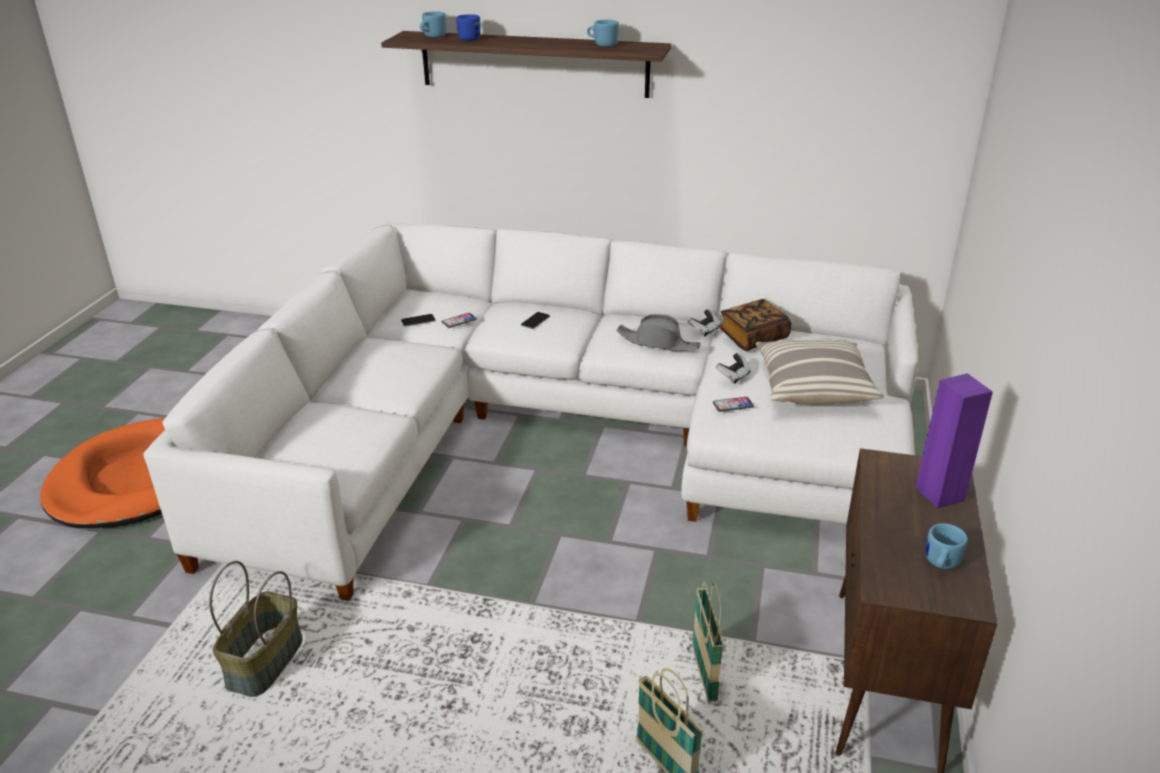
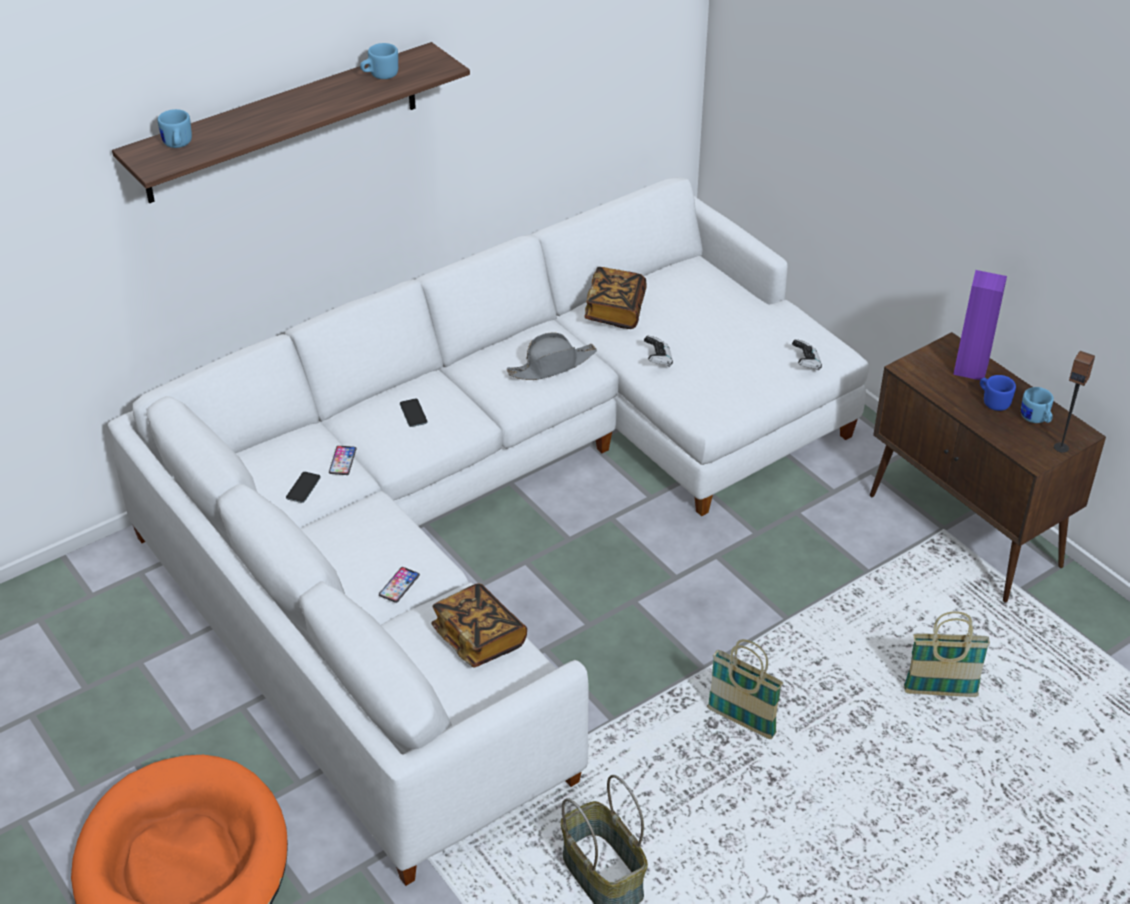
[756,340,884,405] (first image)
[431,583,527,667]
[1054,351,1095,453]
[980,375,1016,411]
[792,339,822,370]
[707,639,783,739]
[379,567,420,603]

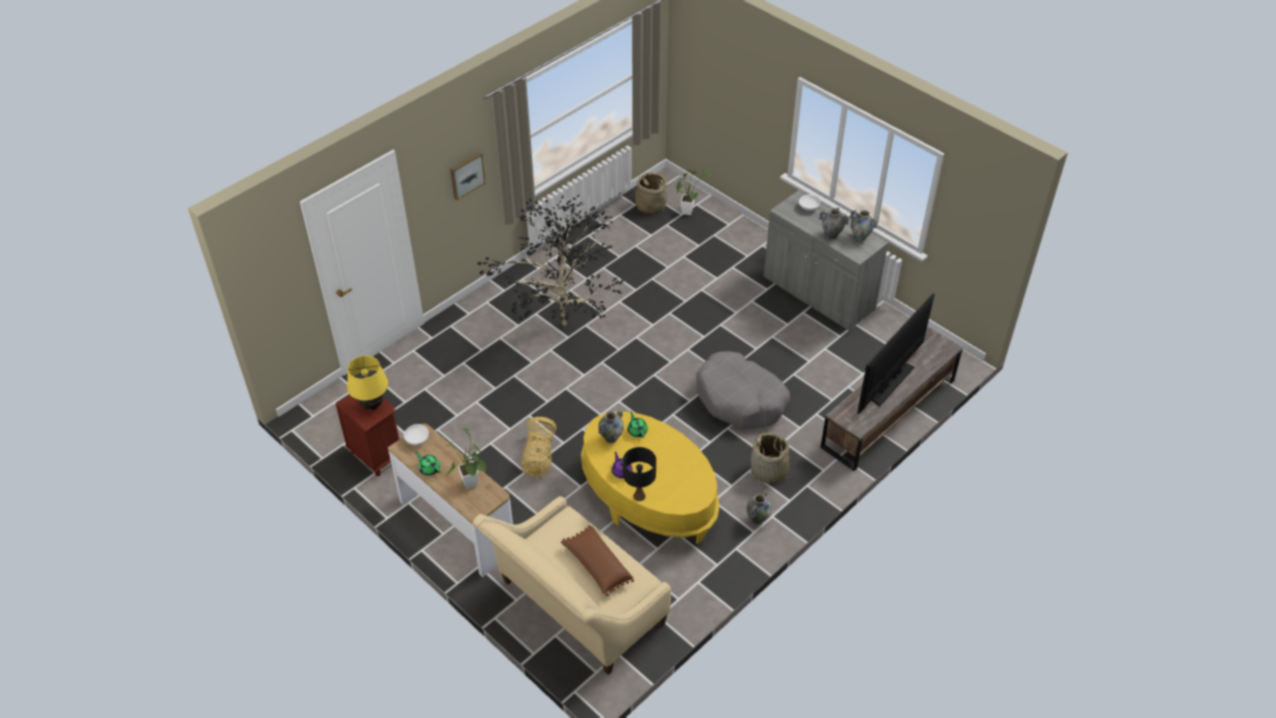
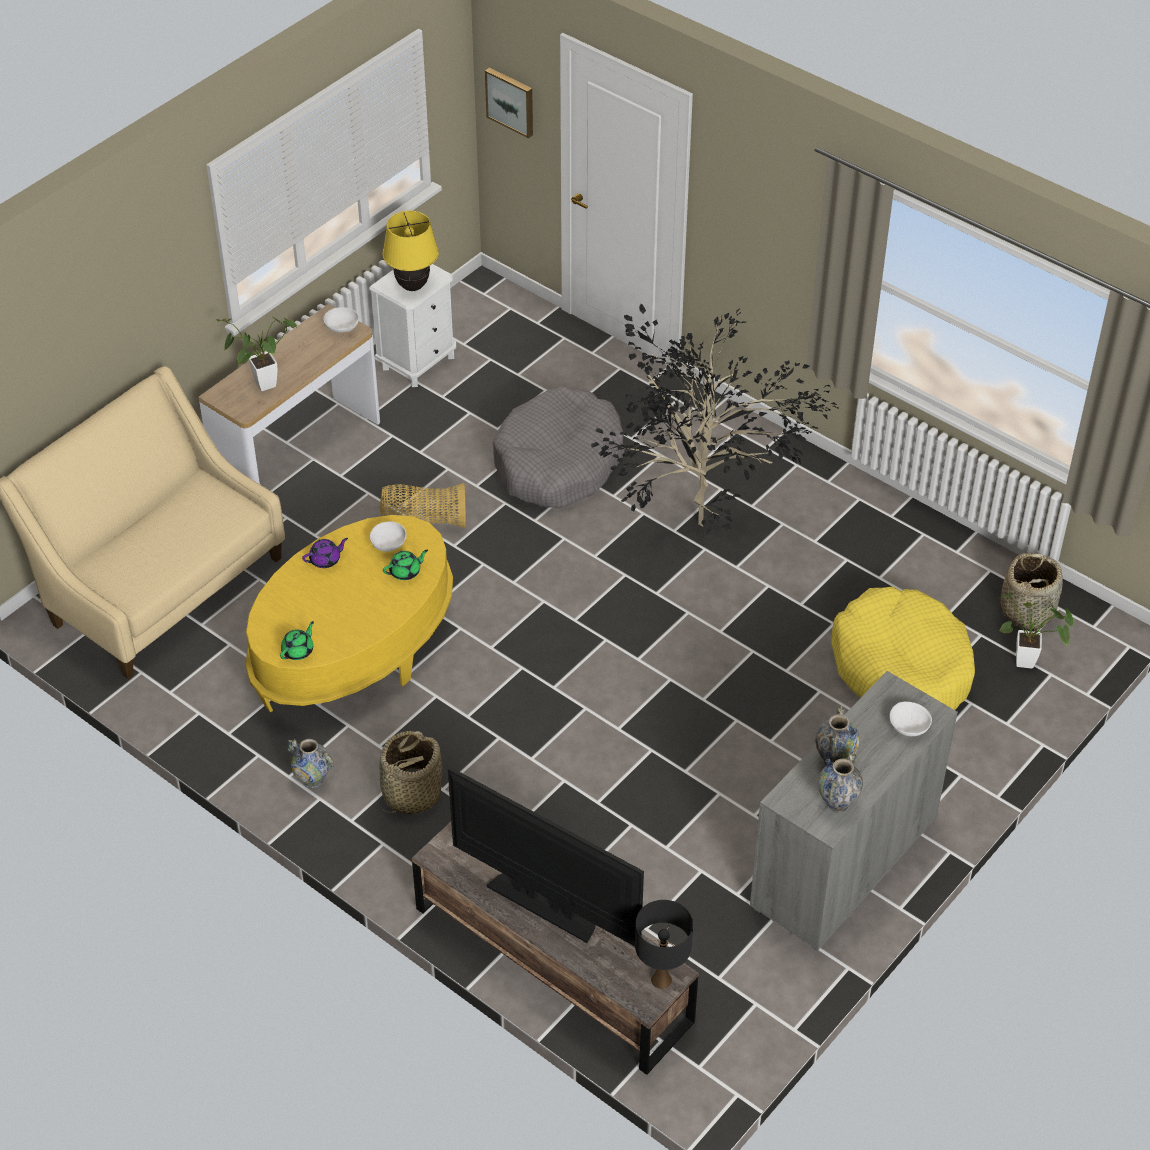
[561,525,634,596] (first image)
[831,587,975,710]
[280,621,314,660]
[485,67,533,138]
[635,900,693,989]
[493,386,625,508]
[370,521,407,552]
[369,264,456,387]

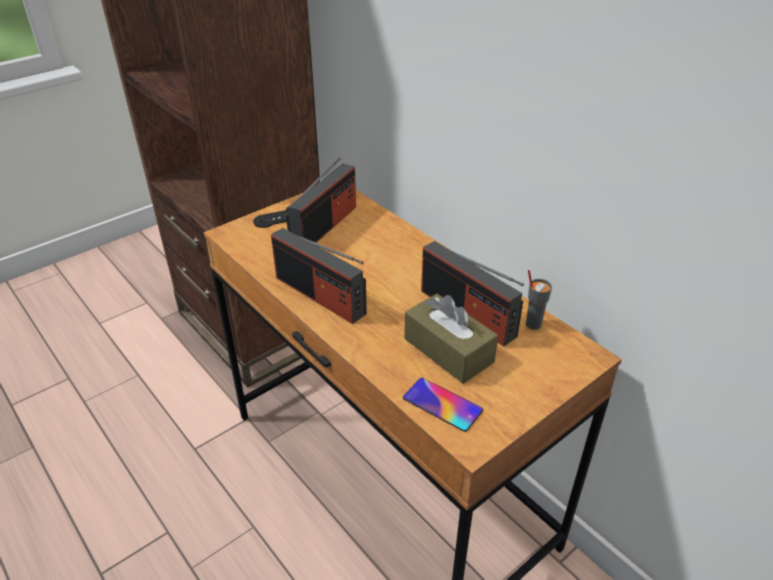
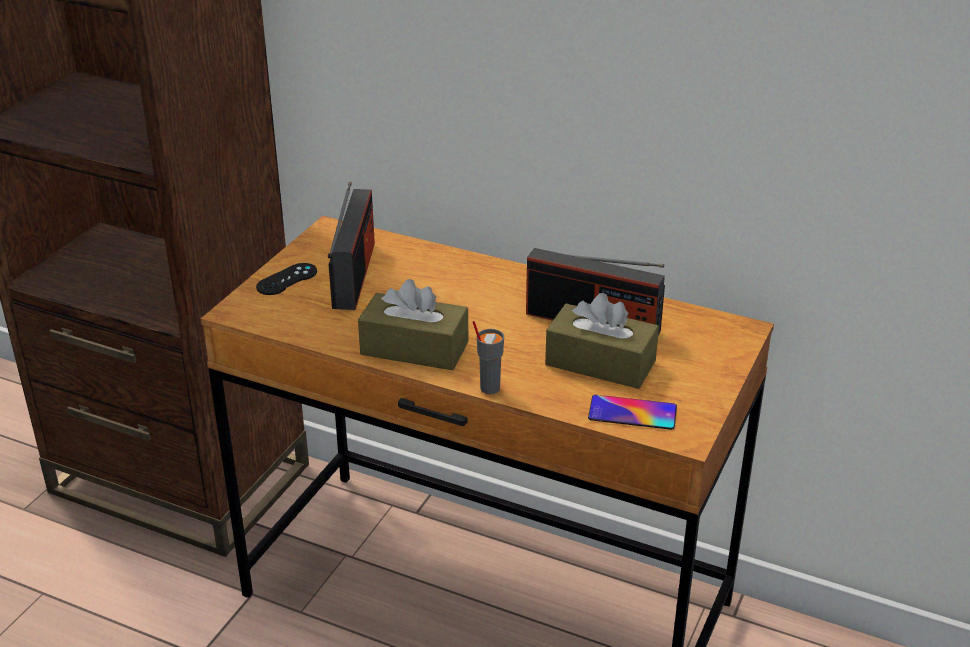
[472,321,504,394]
[358,279,468,370]

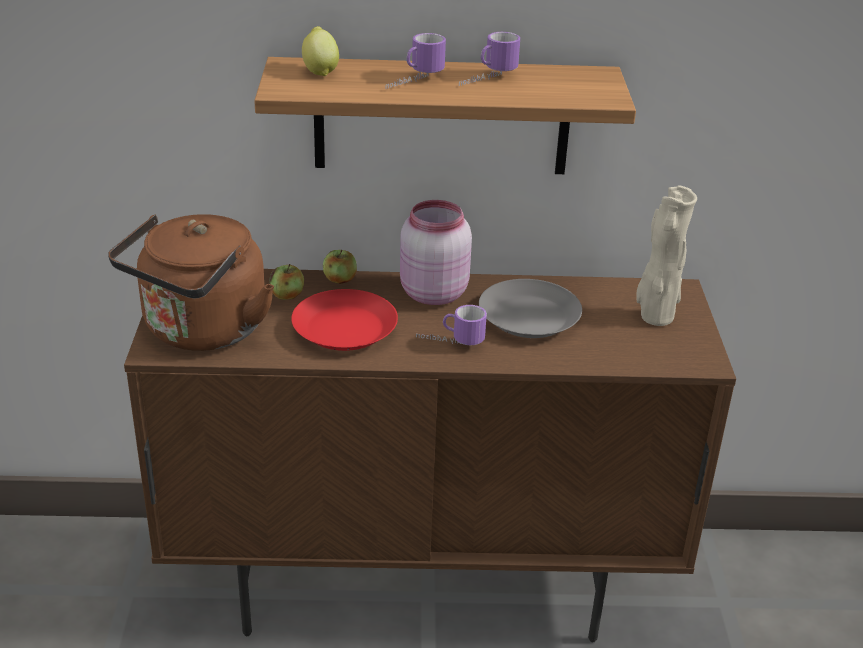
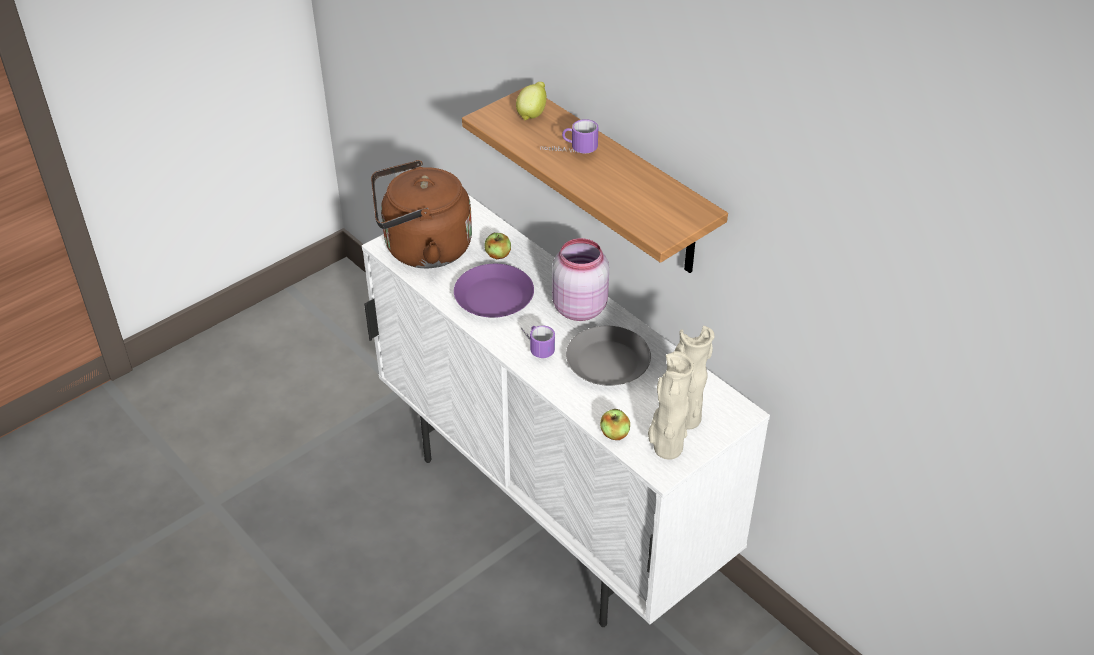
[459,32,520,86] (first image)
[648,351,694,460]
[600,409,630,440]
[362,195,770,627]
[454,264,534,318]

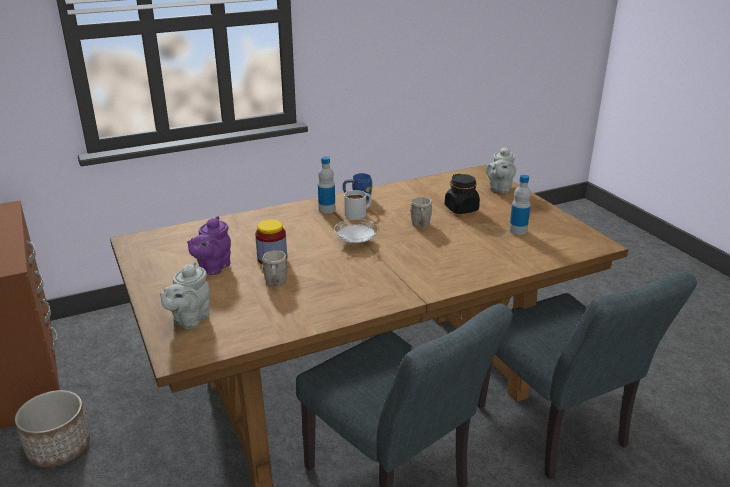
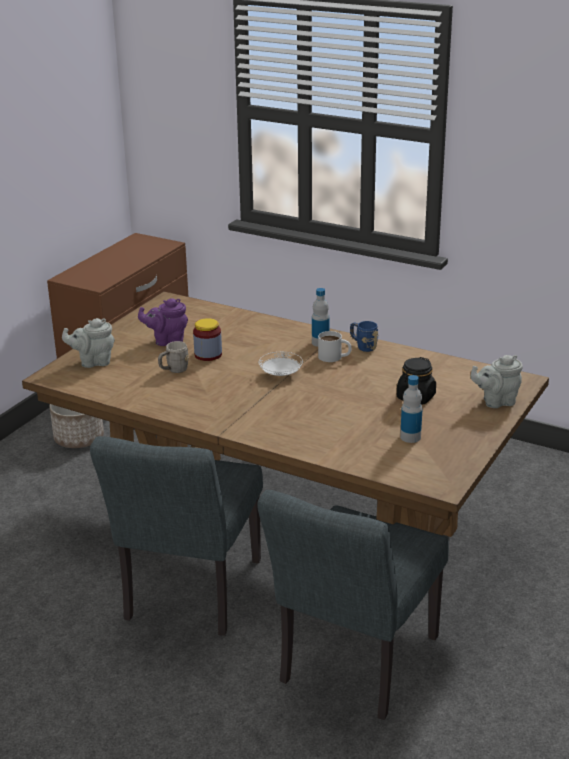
[410,197,432,227] (first image)

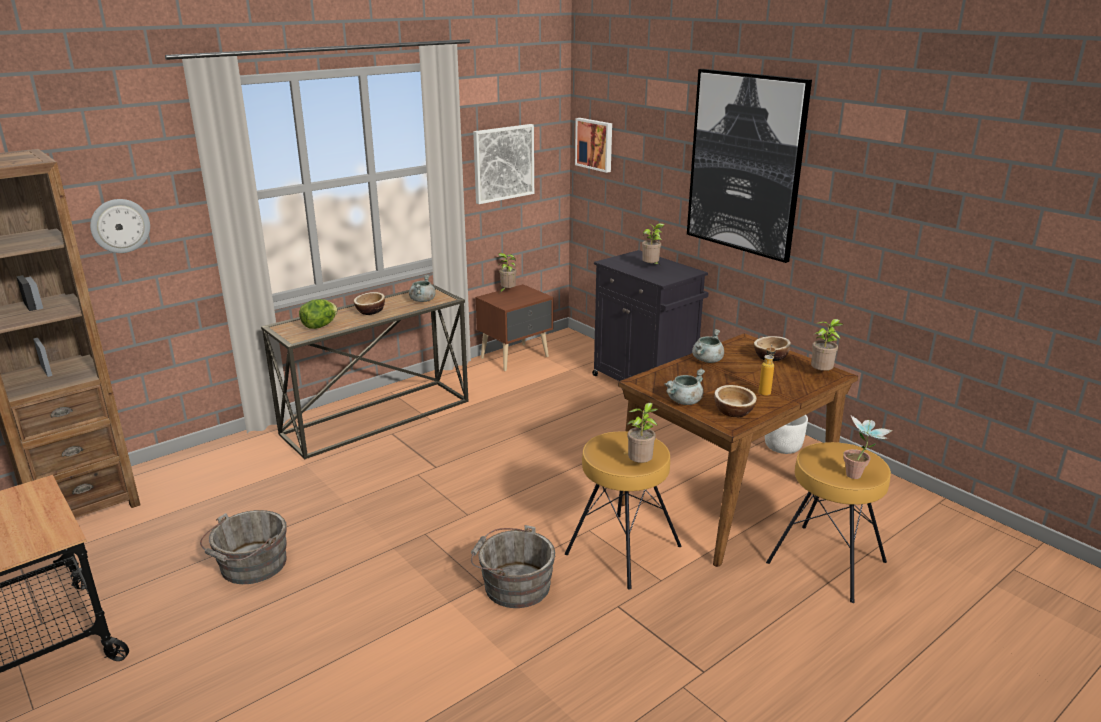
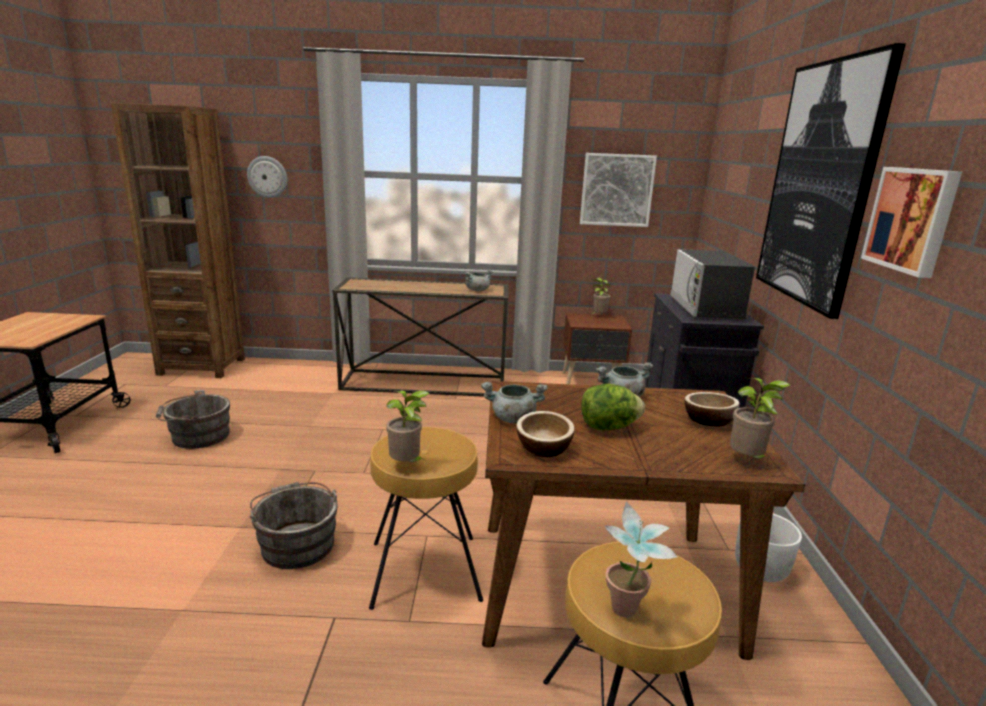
[353,292,385,315] (first image)
[759,344,776,396] (first image)
[581,384,645,431]
[861,167,962,278]
[670,249,755,319]

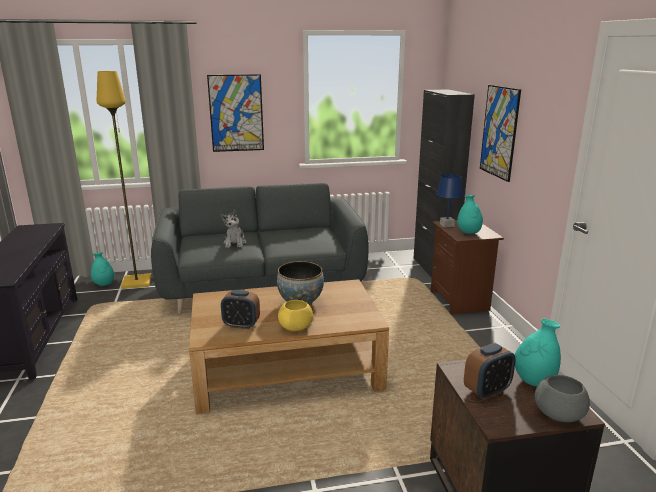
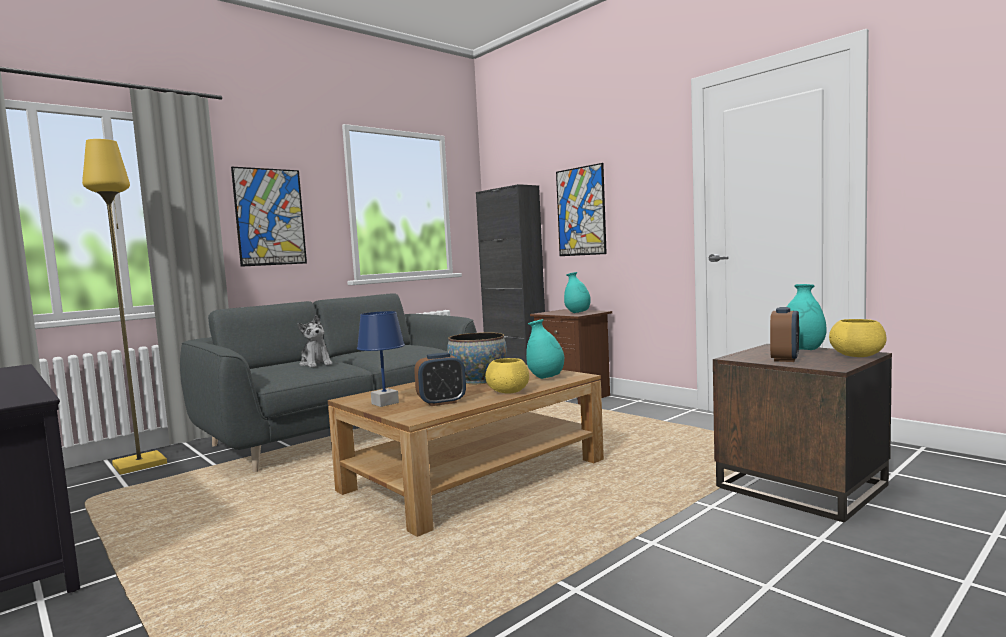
[526,319,564,379]
[357,311,405,407]
[829,319,887,357]

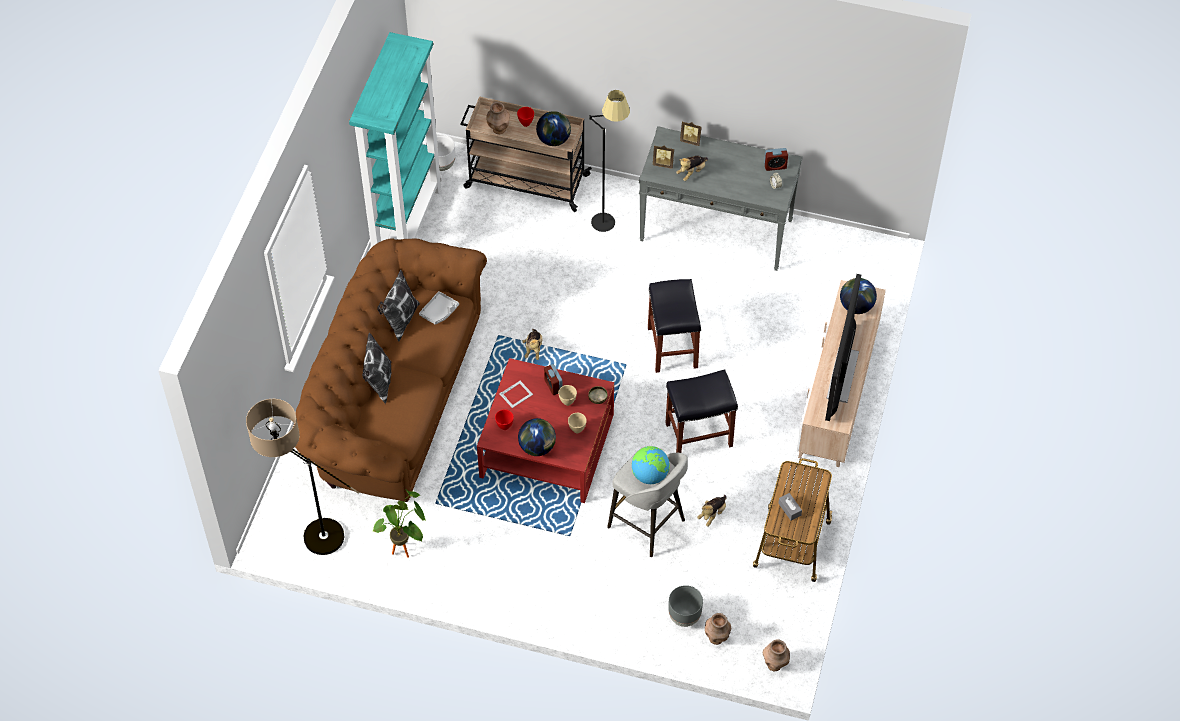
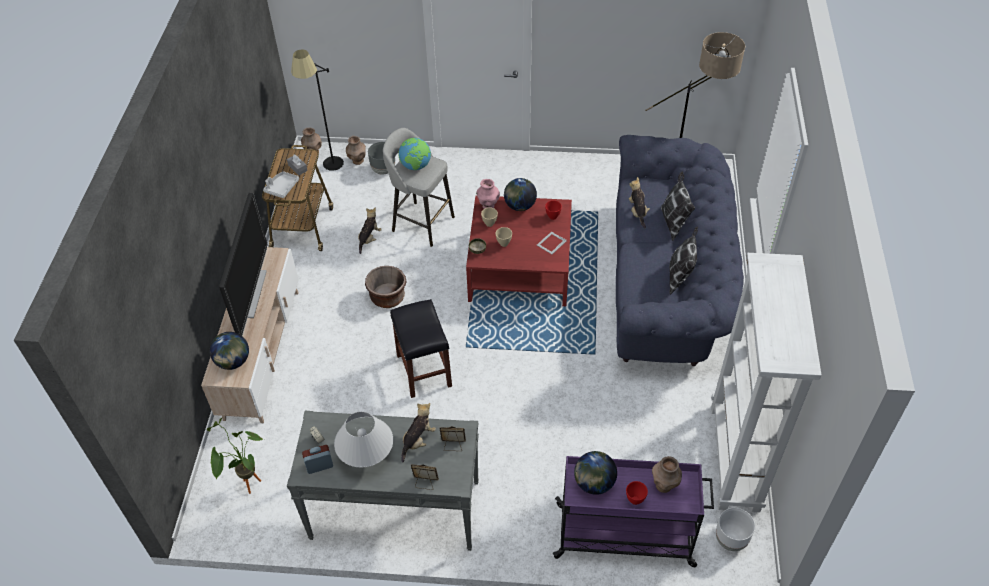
[544,364,562,395] (first image)
[334,411,393,468]
[476,179,500,209]
[207,417,264,494]
[263,171,299,198]
[629,177,650,228]
[291,49,344,171]
[365,266,406,308]
[616,135,744,366]
[711,253,821,512]
[553,456,714,567]

